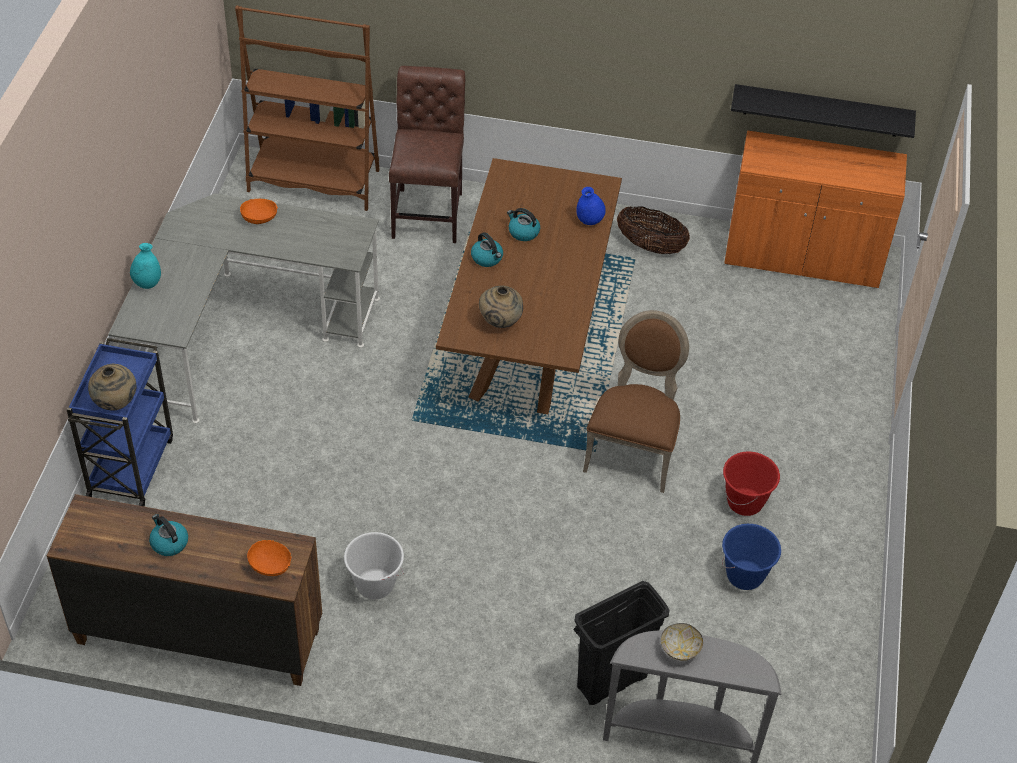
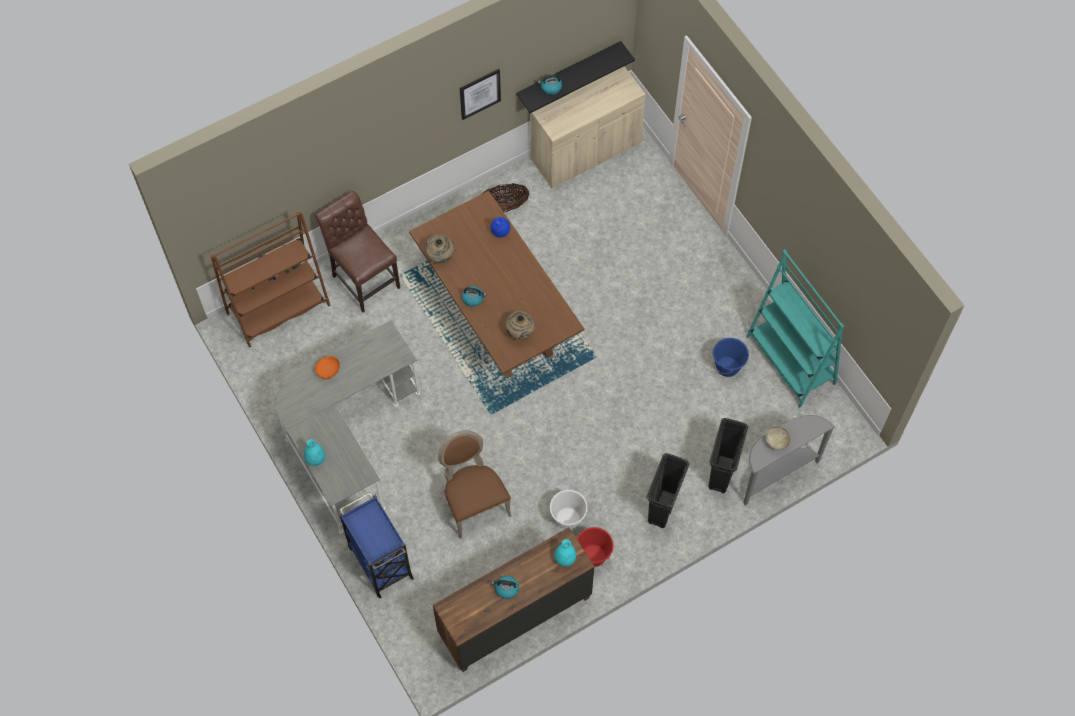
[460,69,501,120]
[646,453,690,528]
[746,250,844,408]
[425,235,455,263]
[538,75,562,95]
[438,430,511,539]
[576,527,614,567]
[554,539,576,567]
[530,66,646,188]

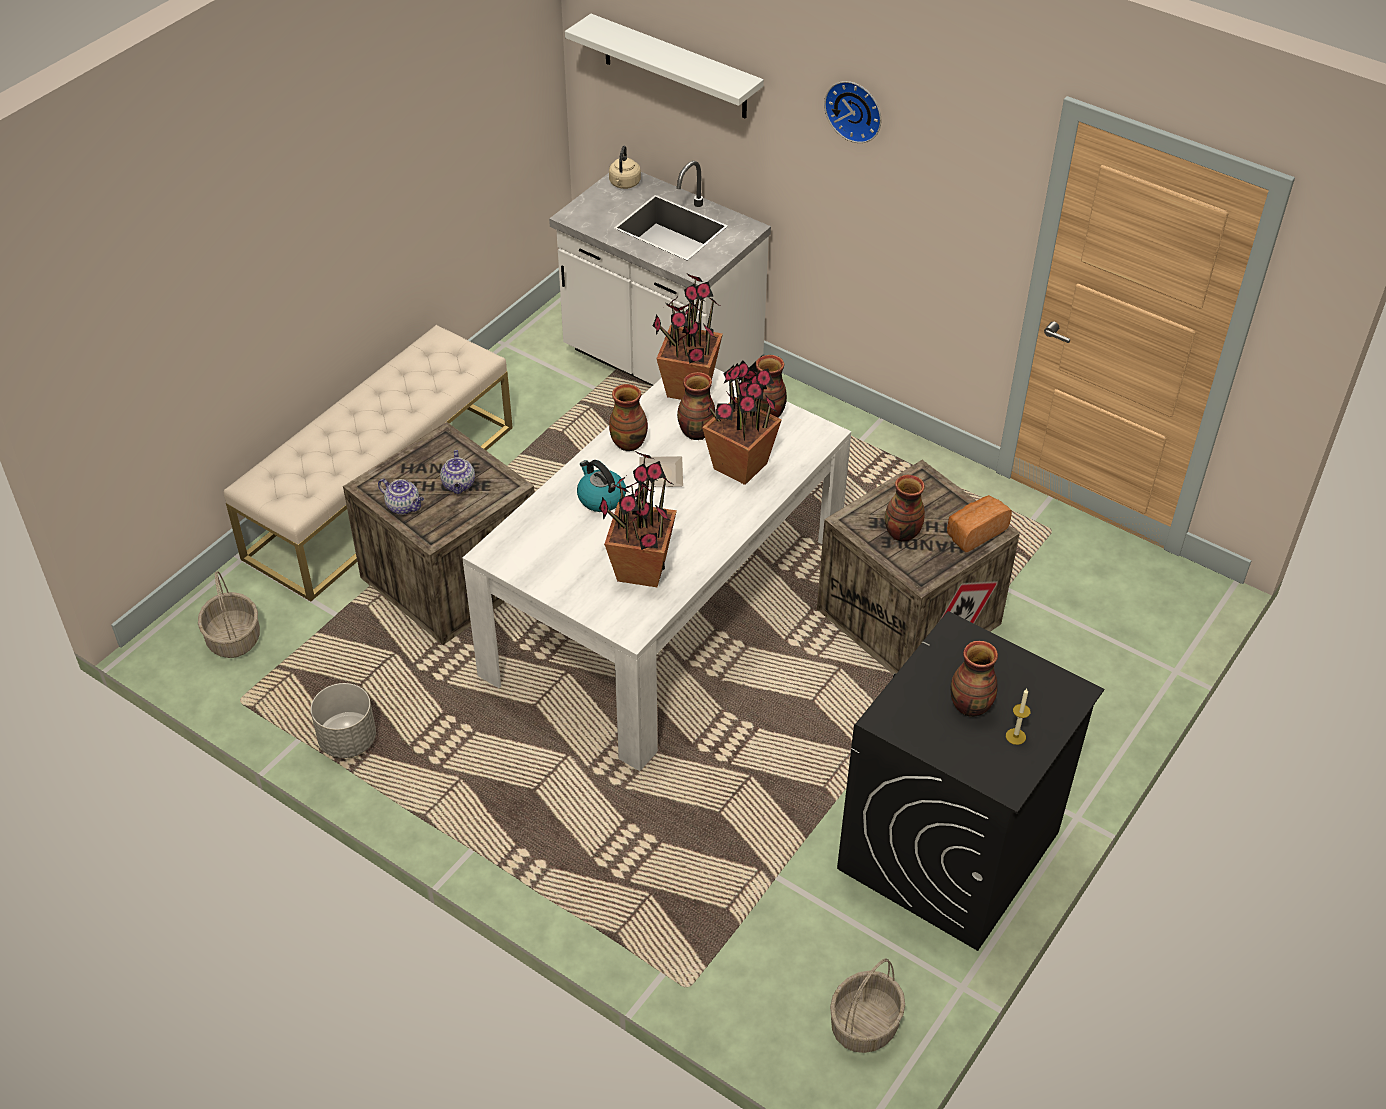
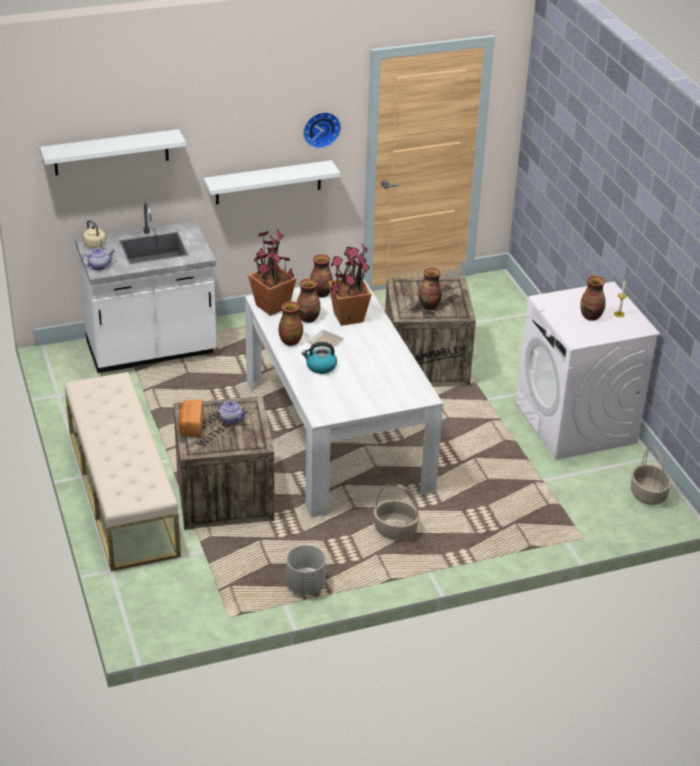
[599,451,677,587] (first image)
[204,160,340,205]
[373,483,420,540]
[81,249,115,270]
[303,112,341,149]
[178,399,204,437]
[516,282,660,460]

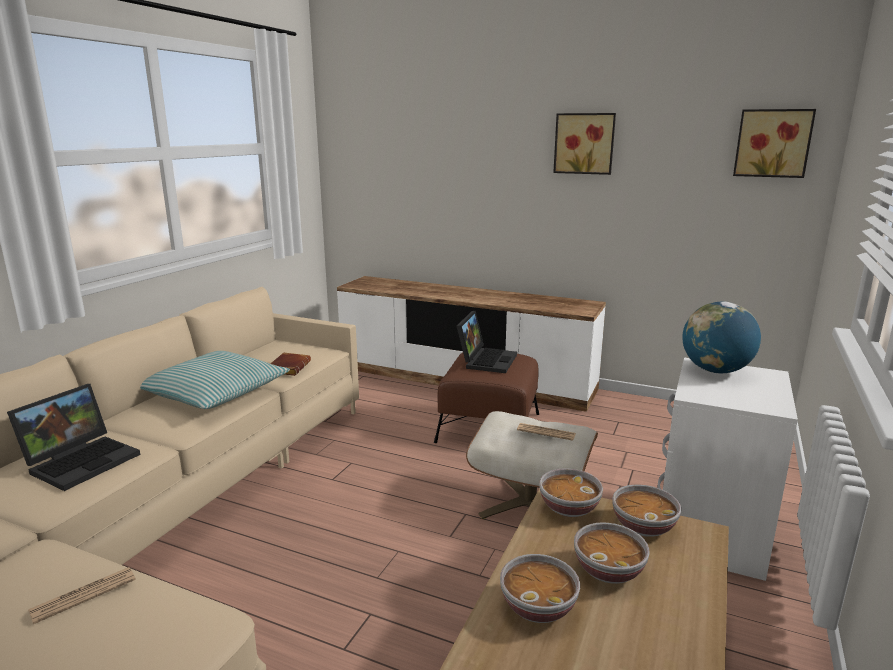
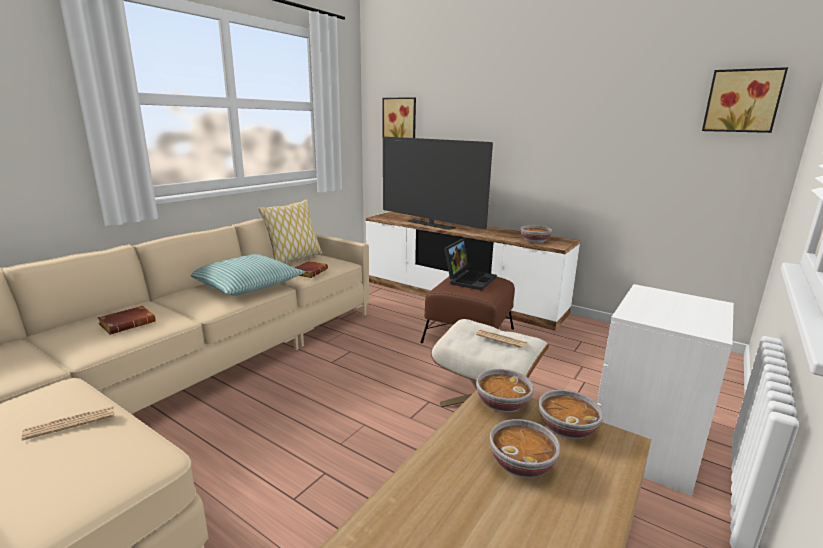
[682,302,761,373] (first image)
[258,200,322,264]
[383,137,493,230]
[520,225,552,243]
[382,97,416,138]
[97,306,156,335]

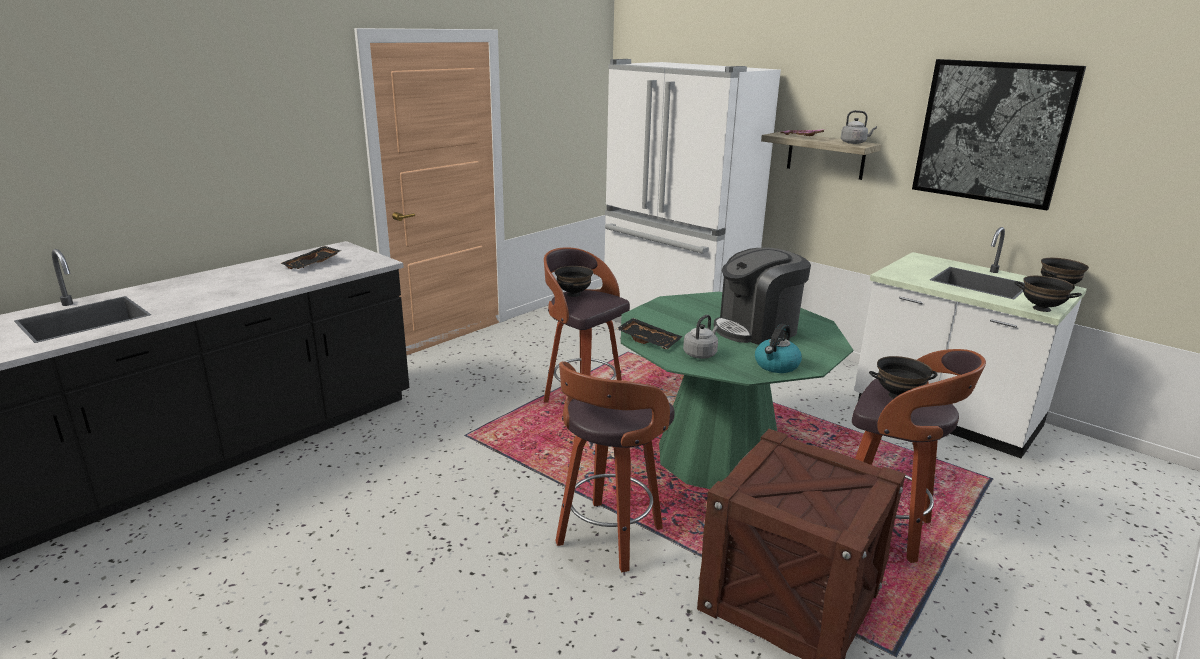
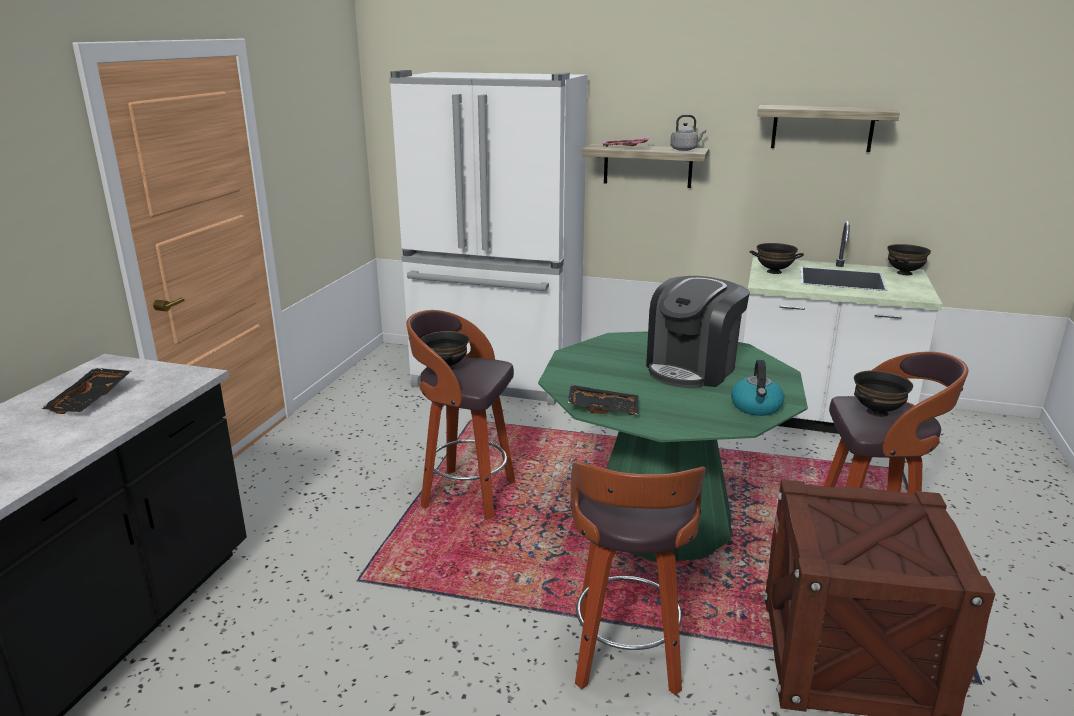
[683,315,718,359] (first image)
[750,243,804,274]
[757,105,900,152]

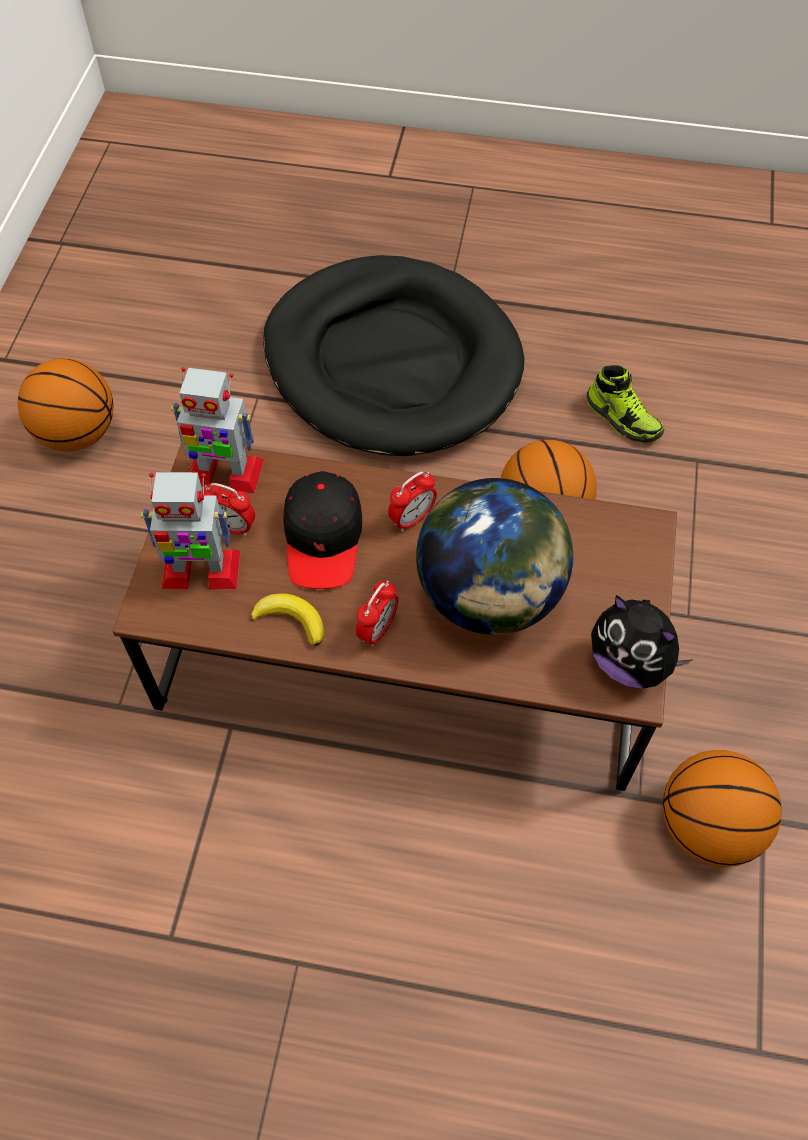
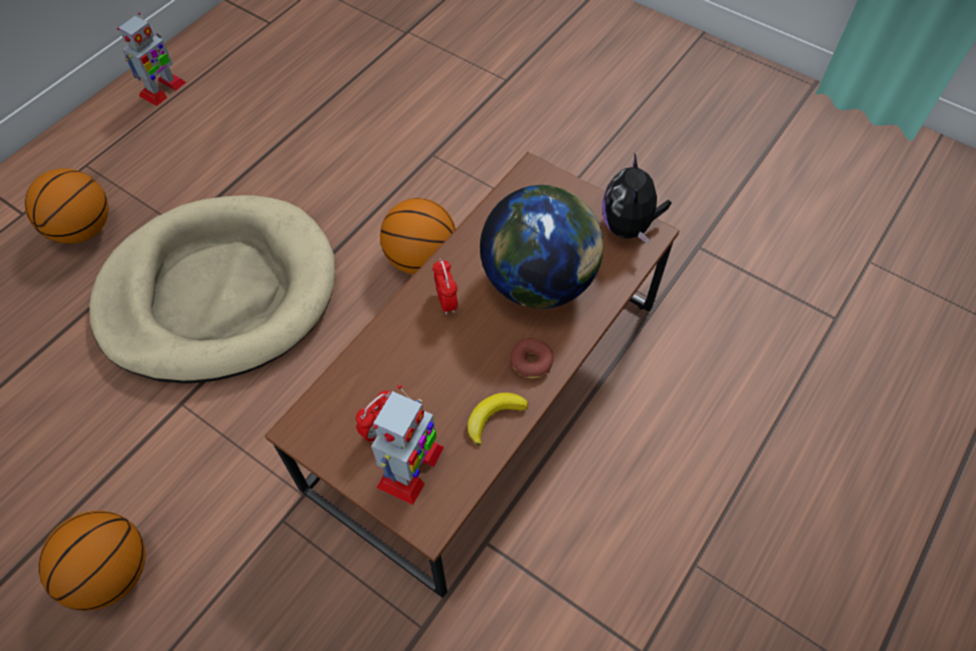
[283,471,362,589] (first image)
[586,365,664,443] (first image)
[117,12,186,106]
[25,168,109,244]
[510,338,554,378]
[89,195,335,384]
[602,153,671,244]

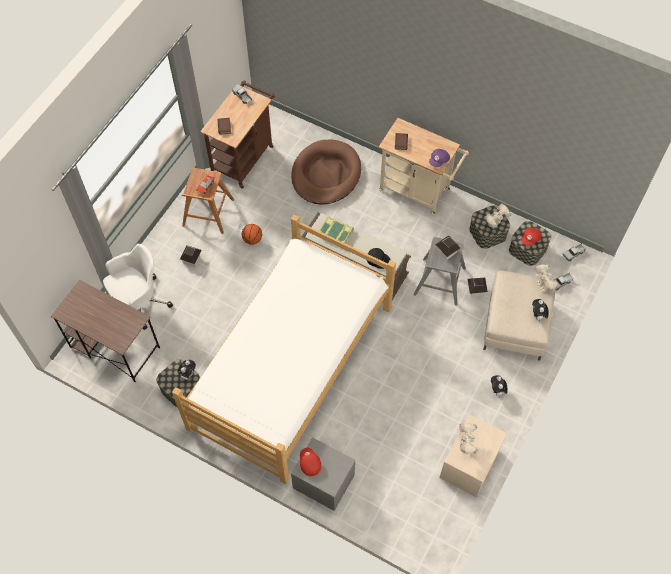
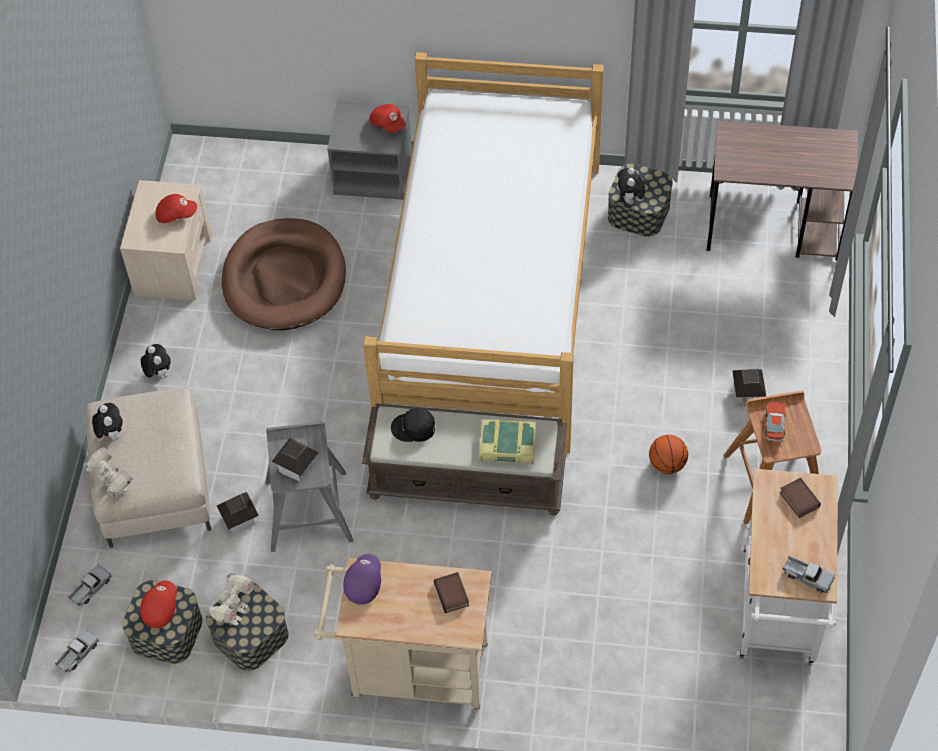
[103,244,173,330] (first image)
[222,218,346,330]
[156,194,197,223]
[736,469,838,665]

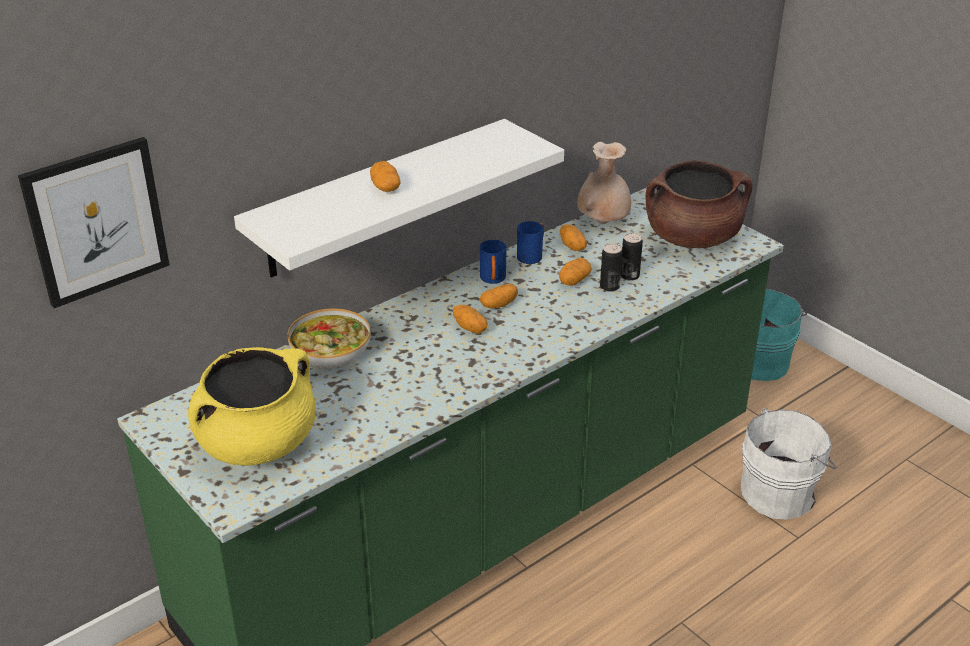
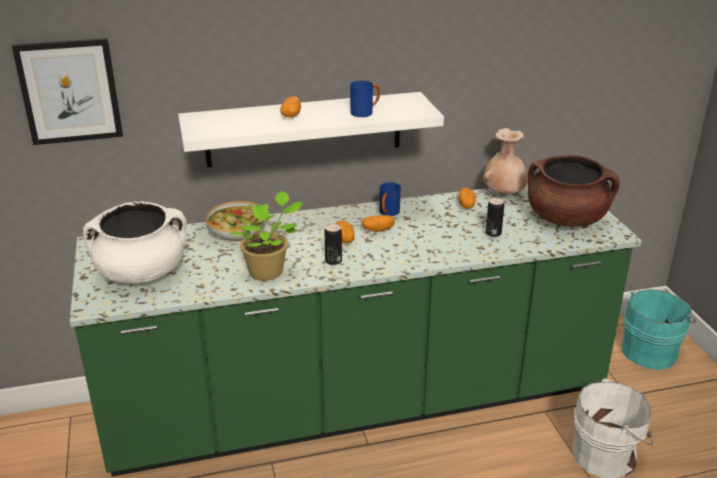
[559,258,592,286] (first image)
[229,191,303,281]
[350,81,380,117]
[324,223,342,265]
[83,201,187,284]

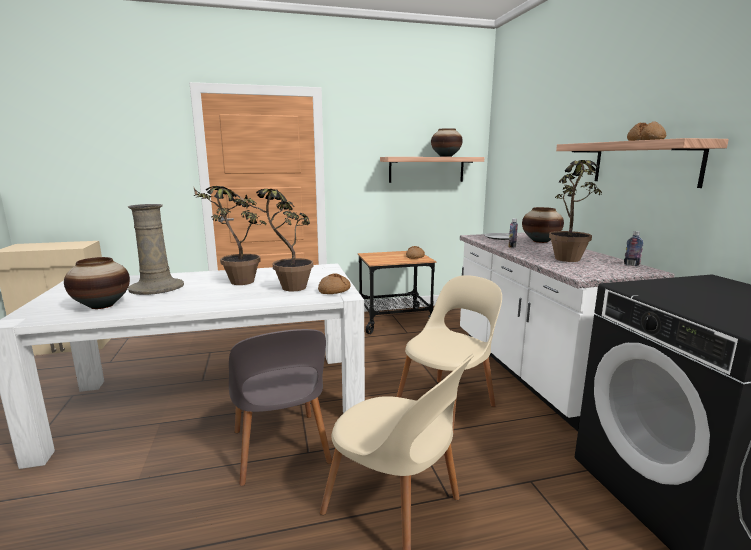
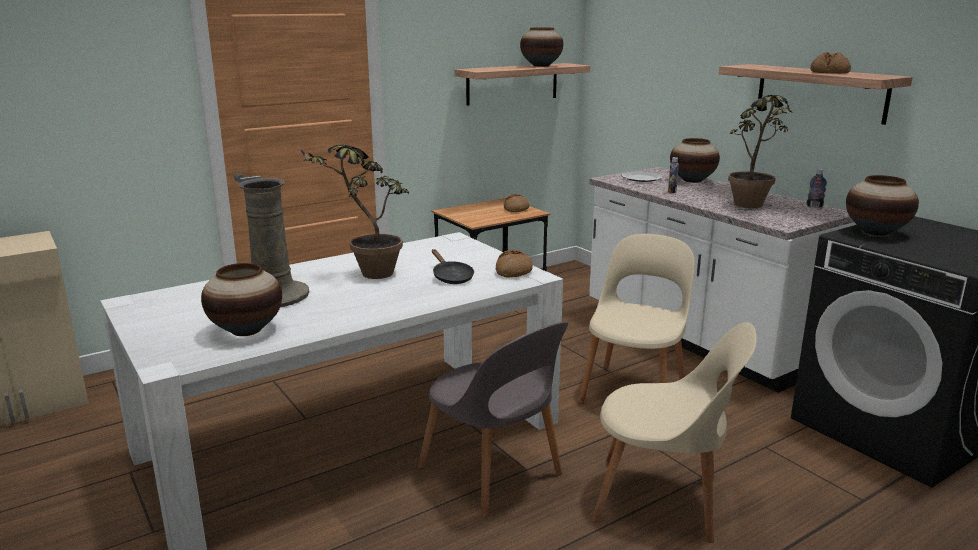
[846,175,919,236]
[432,249,474,284]

